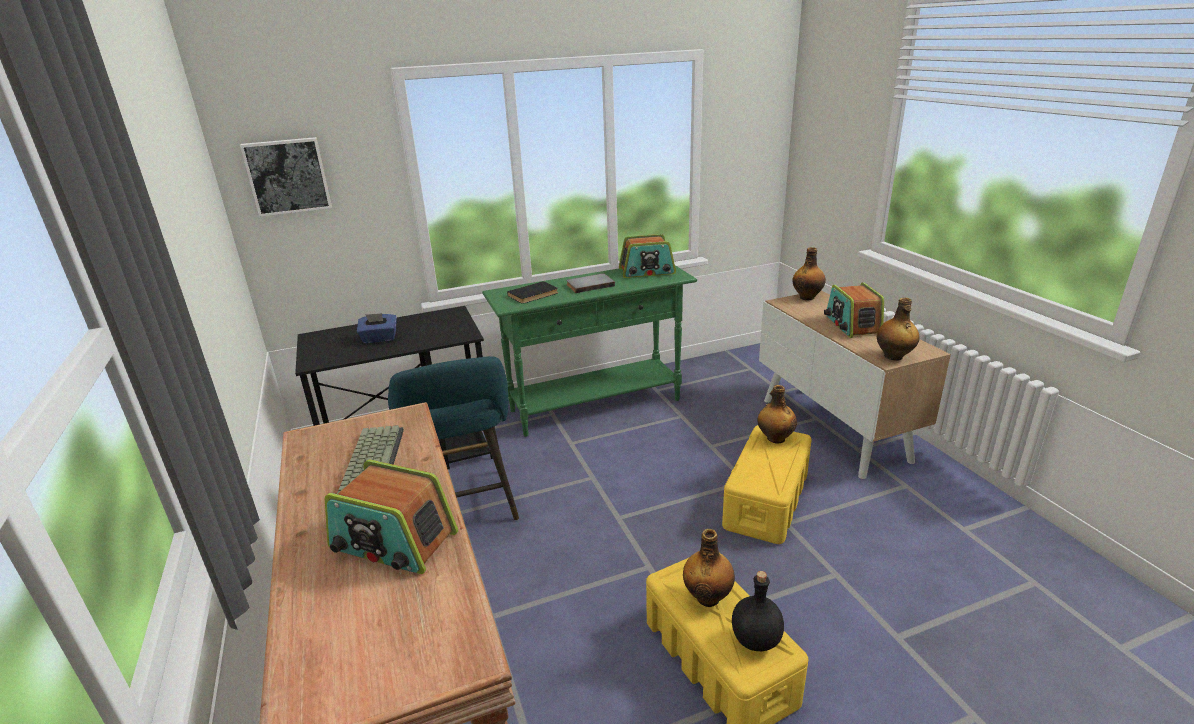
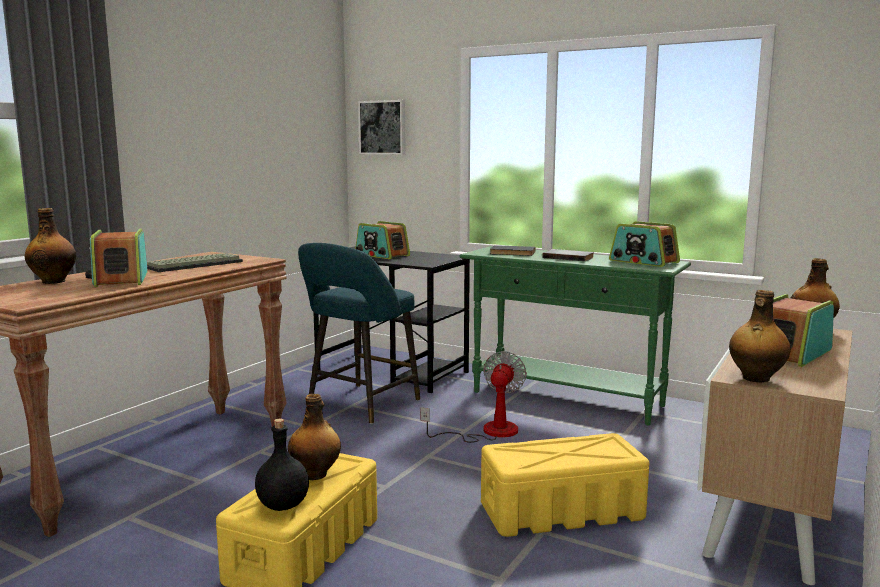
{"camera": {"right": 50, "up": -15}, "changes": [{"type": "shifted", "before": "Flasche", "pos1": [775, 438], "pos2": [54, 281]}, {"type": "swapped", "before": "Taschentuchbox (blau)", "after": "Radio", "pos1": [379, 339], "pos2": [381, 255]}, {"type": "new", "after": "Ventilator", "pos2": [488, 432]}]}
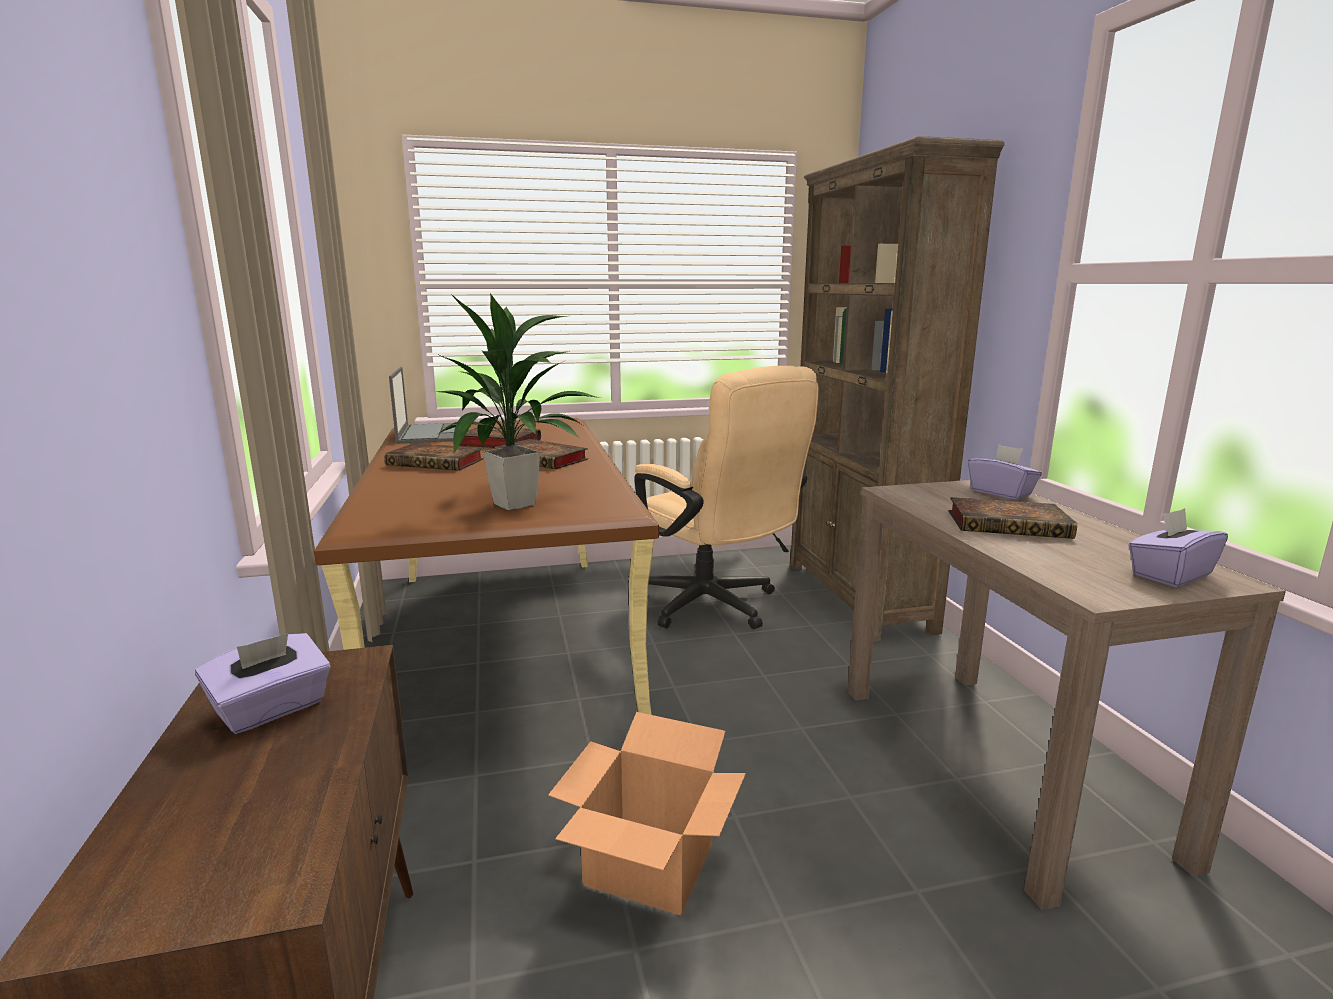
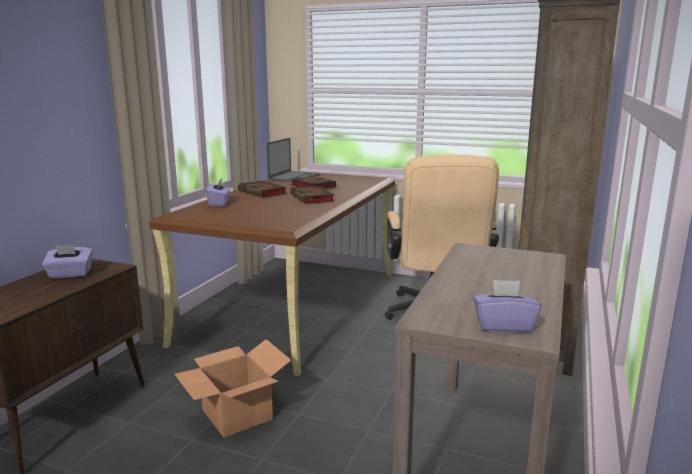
{"camera": {"right": 35, "up": 0}, "changes": [{"type": "shifted", "before": "Taschentuchbox (lila)", "pos1": [1001, 493], "pos2": [219, 203]}, {"type": "gone", "before": "Topfpflanze", "pos1": [517, 504]}, {"type": "gone", "before": "Buch", "pos1": [1010, 525]}]}
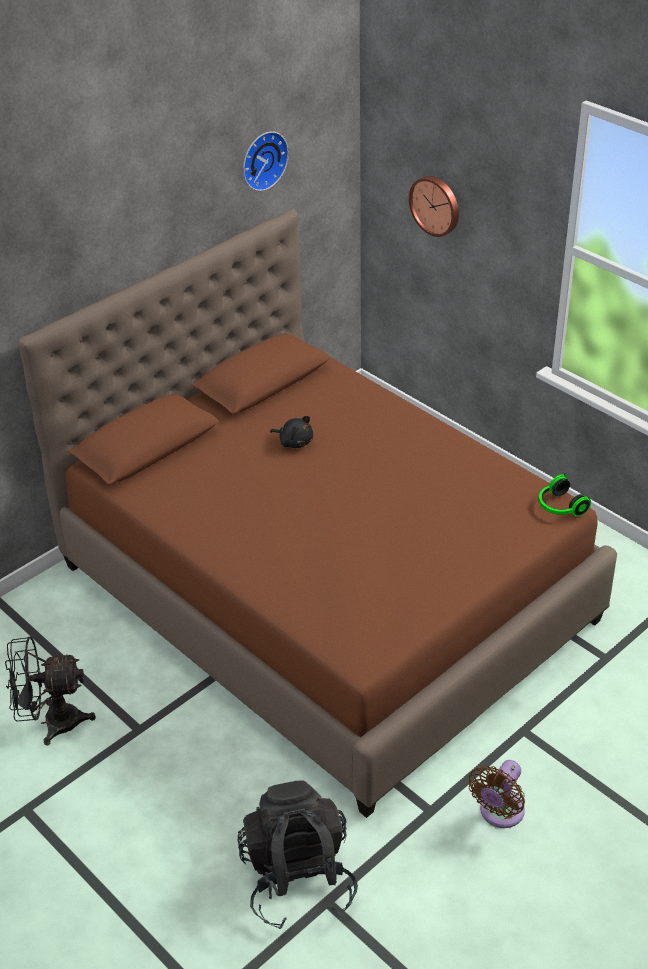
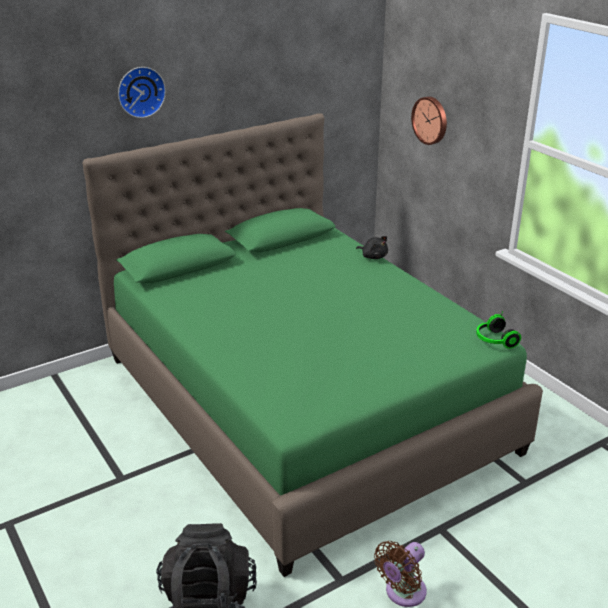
{"camera": {"right": 10, "up": -10}, "changes": [{"type": "repainted", "before": "Bett (braun)", "after": "Bett (grün)", "pos1": [326, 592], "pos2": [303, 403]}, {"type": "shifted", "before": "Wanduhr", "pos1": [262, 159], "pos2": [140, 91]}, {"type": "shifted", "before": "Plüschtier (schwarz)", "pos1": [294, 442], "pos2": [373, 256]}, {"type": "gone", "before": "Ventilator (schwarz)", "pos1": [52, 722]}]}
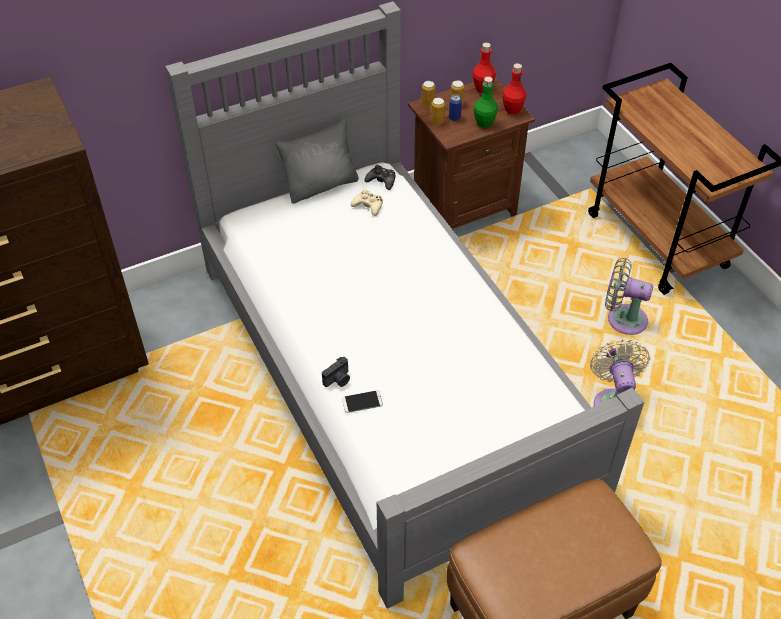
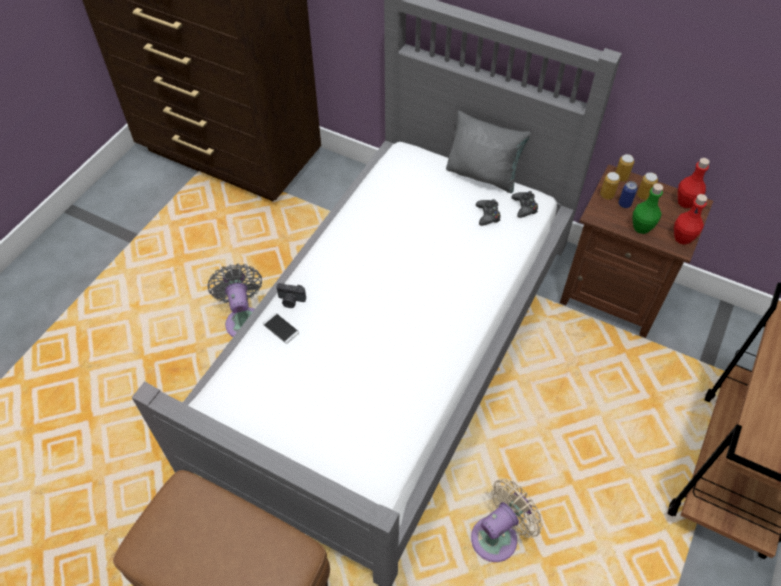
{"camera": {"right": 55, "up": 5}, "changes": [{"type": "shifted", "before": "Ventilator (grau)", "pos1": [622, 319], "pos2": [244, 320]}, {"type": "repainted", "before": "Gamepad (beige)", "after": "Gamepad (schwarz)", "pos1": [368, 206], "pos2": [488, 215]}]}
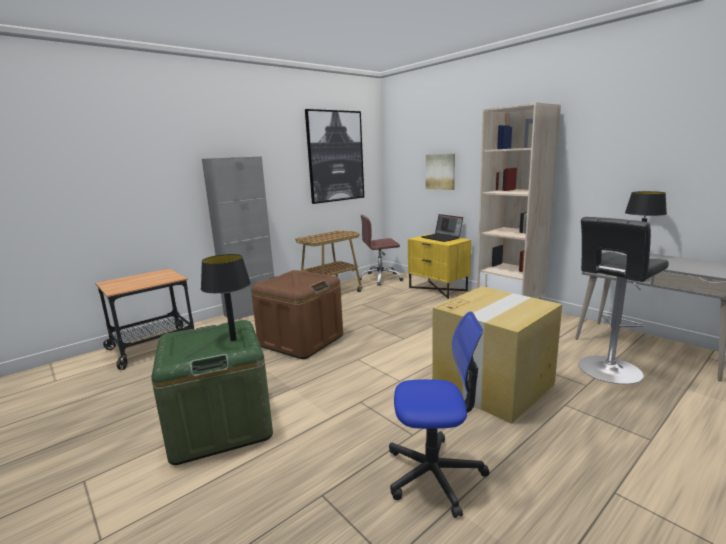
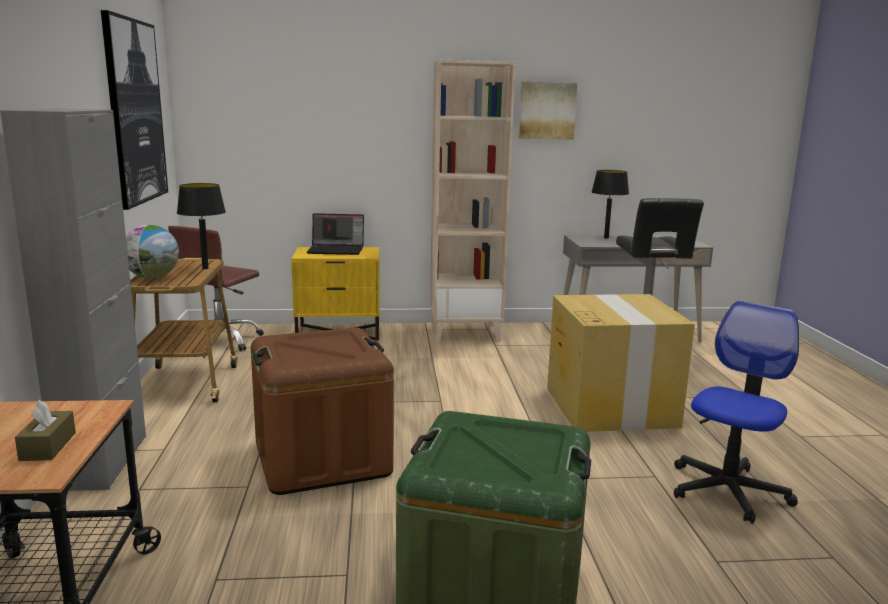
{"camera": {"right": -55, "up": 0}, "changes": [{"type": "new", "after": "Taschentuchbox (braun)", "pos2": [48, 446]}, {"type": "new", "after": "Globus", "pos2": [152, 277]}, {"type": "shifted", "before": "Tischlampe (schwarz)", "pos1": [233, 339], "pos2": [205, 268]}, {"type": "shifted", "before": "Bild", "pos1": [440, 171], "pos2": [547, 110]}]}
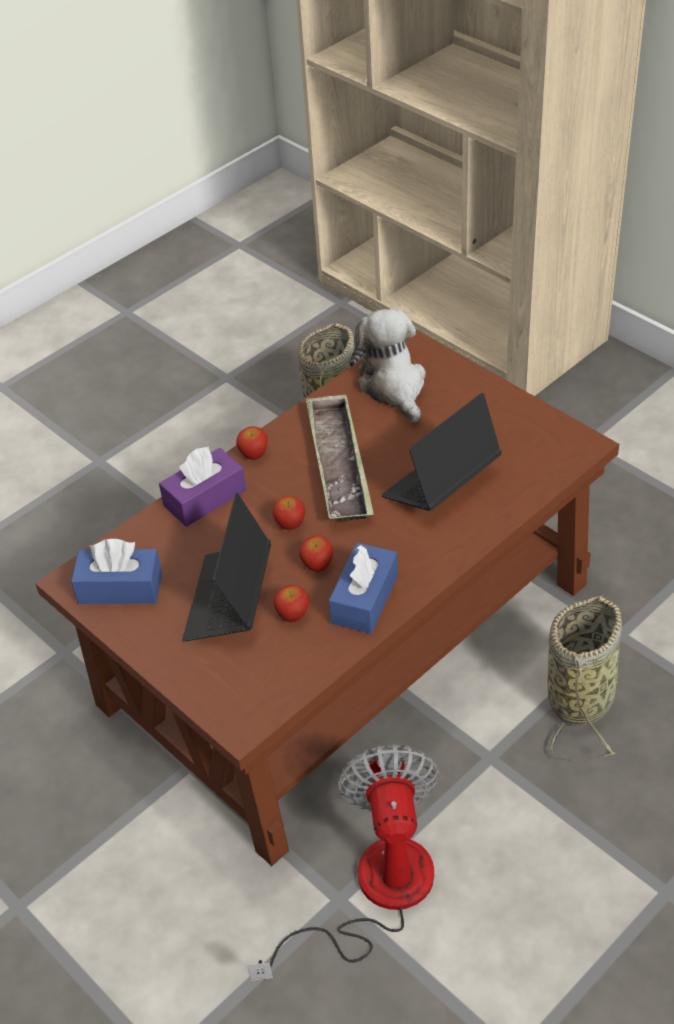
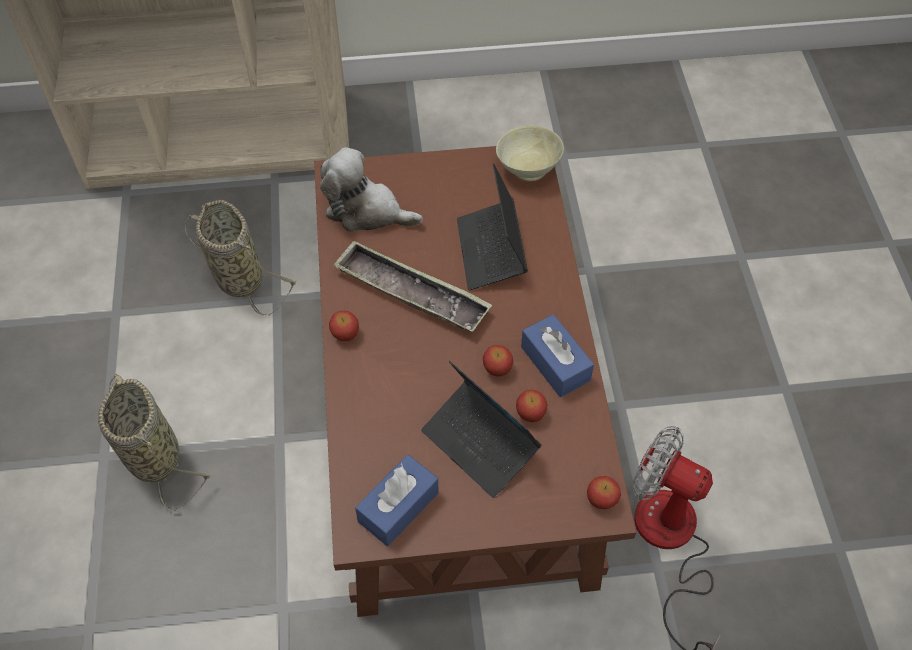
{"camera": {"right": -55, "up": 10}, "changes": [{"type": "shifted", "before": "Korb", "pos1": [581, 696], "pos2": [152, 454]}, {"type": "new", "after": "Schüssel (beige)", "pos2": [528, 168]}, {"type": "shifted", "before": "Apfel", "pos1": [290, 524], "pos2": [601, 500]}, {"type": "gone", "before": "Taschentuchbox (lila)", "pos1": [205, 498]}]}
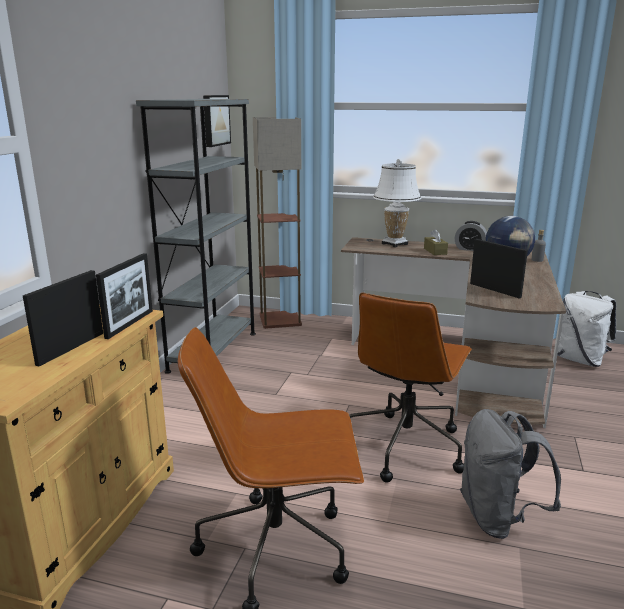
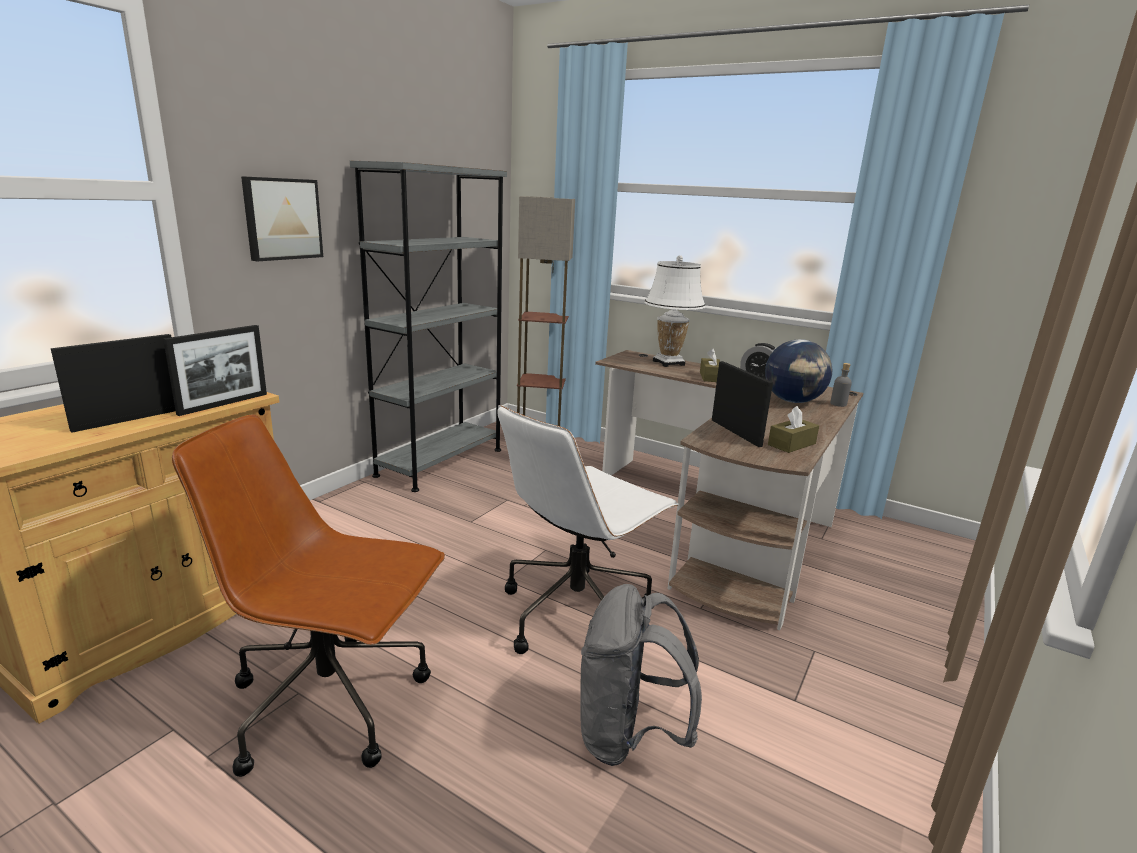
{"camera": {"right": 15, "up": 0}, "changes": [{"type": "shifted", "before": "Bild", "pos1": [215, 120], "pos2": [282, 219]}, {"type": "repainted", "before": "Bürostuhl (braun)", "after": "Bürostuhl (weiß)", "pos1": [405, 445], "pos2": [577, 613]}, {"type": "new", "after": "Taschentuchbox (braun)", "pos2": [791, 444]}, {"type": "gone", "before": "Rucksack (weiß)", "pos1": [580, 360]}]}
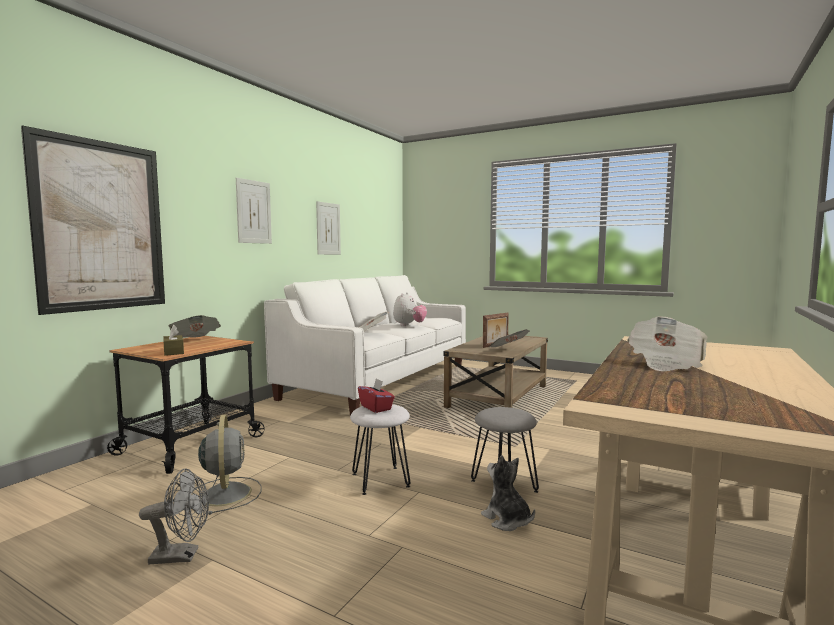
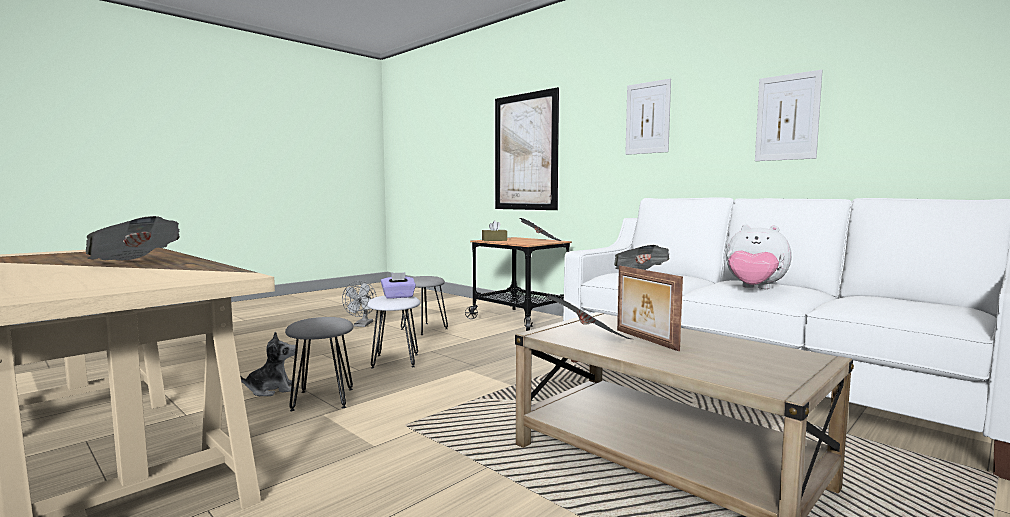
{"camera": {"right": 105, "up": 0}, "changes": [{"type": "repainted", "before": "Taschentuchbox (rot)", "after": "Taschentuchbox (lila)", "pos1": [376, 407], "pos2": [398, 296]}, {"type": "swapped", "before": "Ventilator (grau)", "after": "Hocker (grau)", "pos1": [226, 493], "pos2": [424, 329]}]}
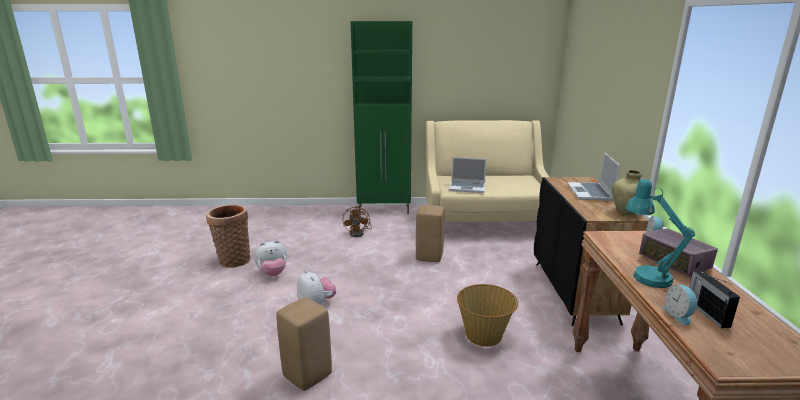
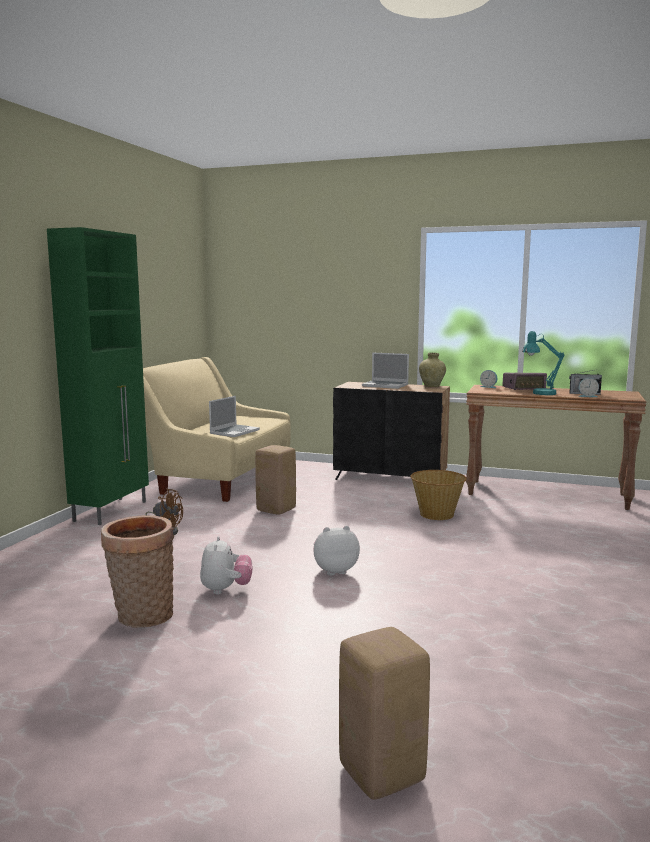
{"camera": {"right": -70, "up": -10}, "changes": [{"type": "shifted", "before": "Hocker (beige)", "pos1": [307, 375], "pos2": [380, 773]}]}
